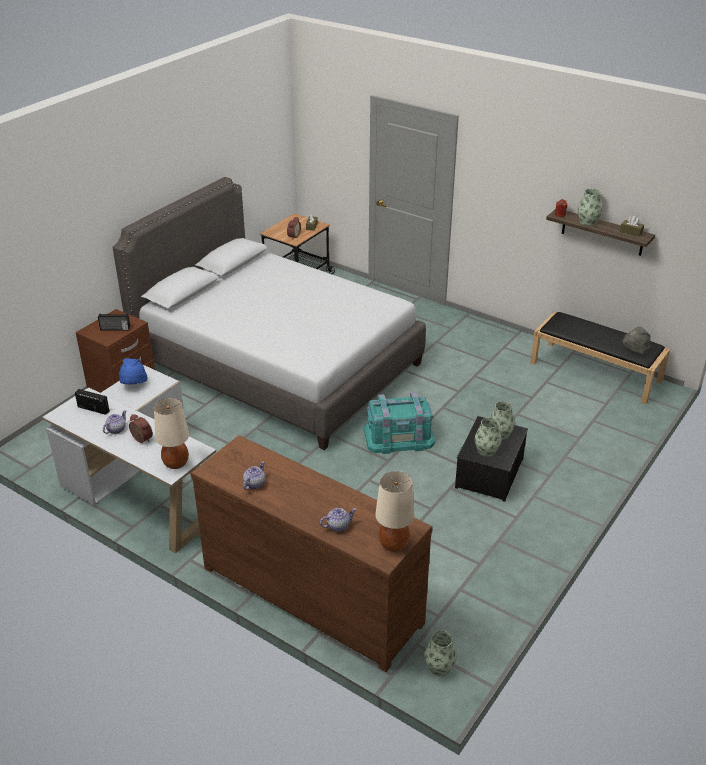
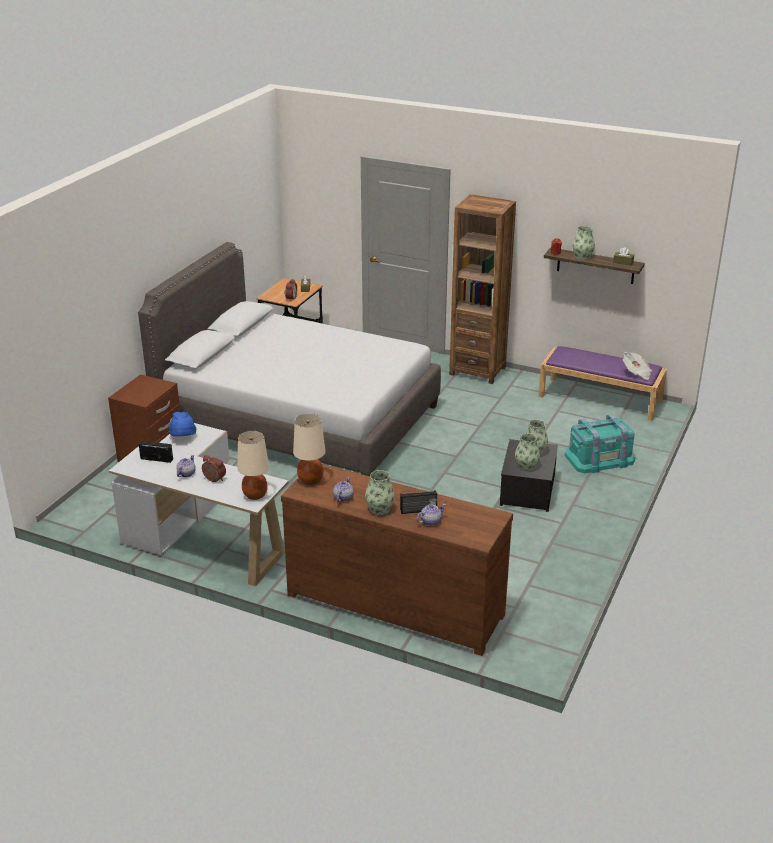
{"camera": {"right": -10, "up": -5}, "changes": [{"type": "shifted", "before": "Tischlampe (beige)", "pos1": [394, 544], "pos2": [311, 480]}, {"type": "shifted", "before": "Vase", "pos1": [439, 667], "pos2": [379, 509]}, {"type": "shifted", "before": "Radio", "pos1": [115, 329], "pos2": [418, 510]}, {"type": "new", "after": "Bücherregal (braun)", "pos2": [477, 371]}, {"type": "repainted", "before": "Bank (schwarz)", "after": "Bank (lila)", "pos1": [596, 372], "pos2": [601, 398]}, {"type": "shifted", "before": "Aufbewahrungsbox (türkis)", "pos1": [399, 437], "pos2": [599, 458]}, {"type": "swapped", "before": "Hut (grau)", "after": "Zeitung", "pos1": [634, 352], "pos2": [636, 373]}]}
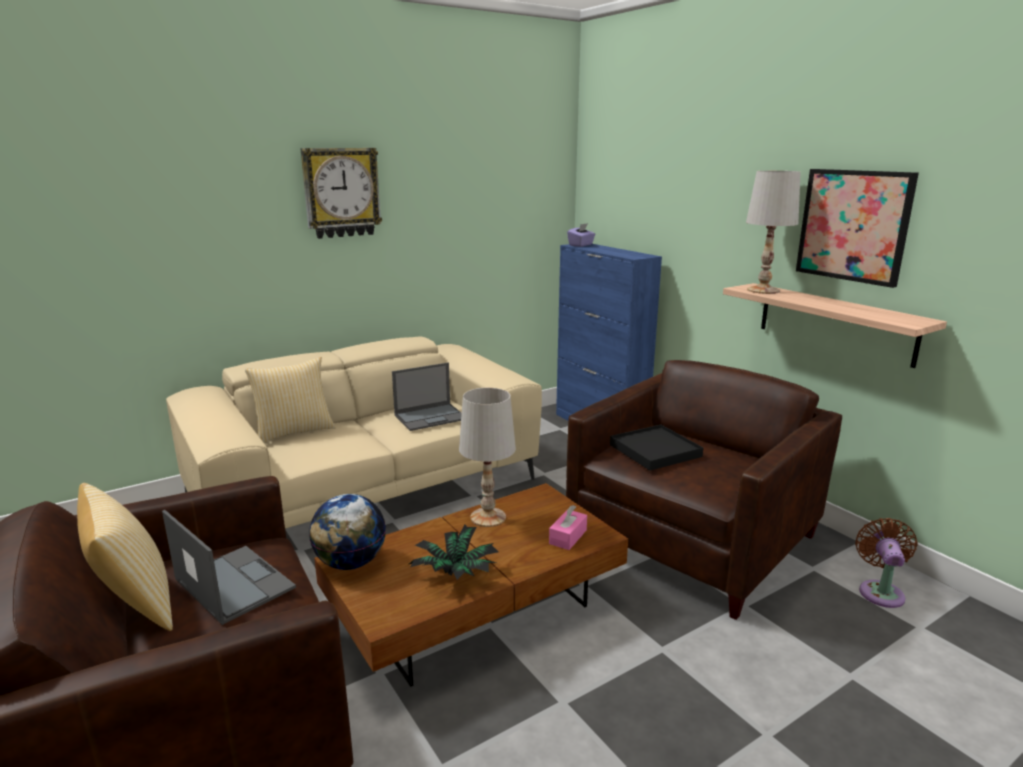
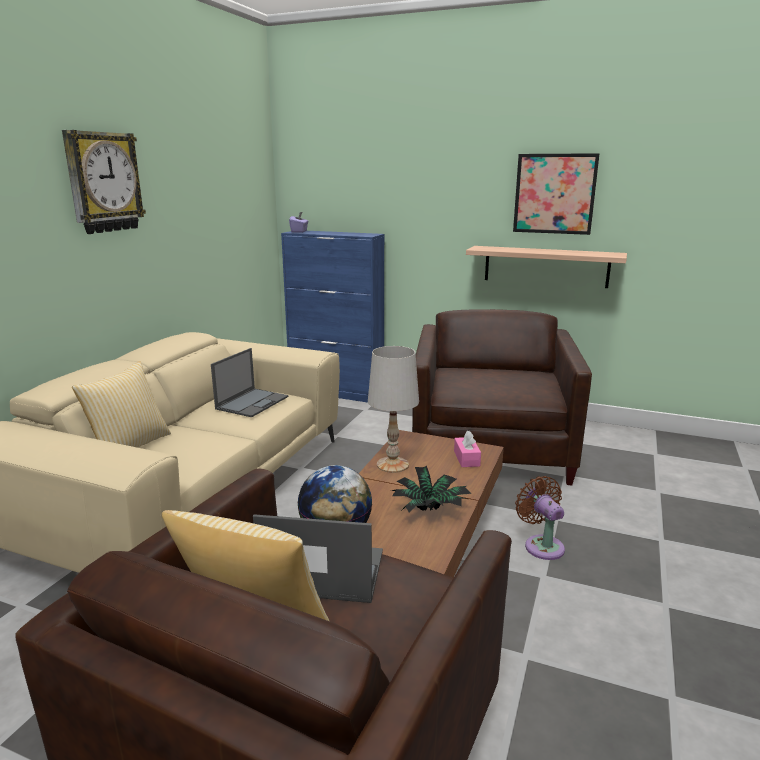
{"camera": {"right": -35, "up": 0}, "changes": [{"type": "shifted", "before": "Ventilator (braun)", "pos1": [880, 591], "pos2": [542, 545]}, {"type": "gone", "before": "Tablett (schwarz)", "pos1": [655, 450]}, {"type": "gone", "before": "Tischlampe (weiß)", "pos1": [763, 290]}]}
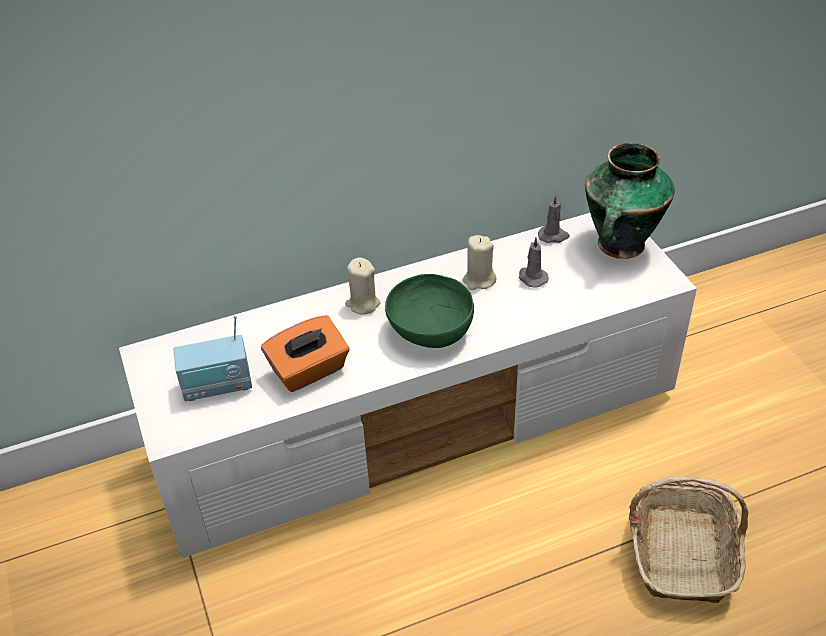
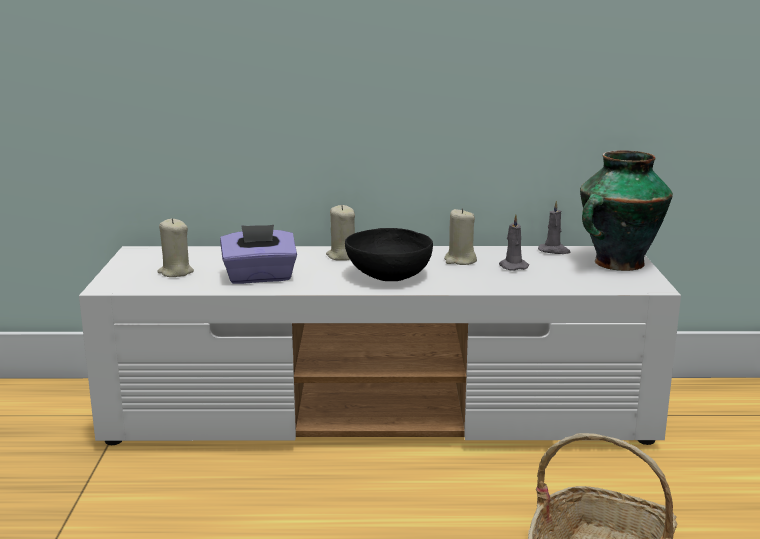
{"camera": {"right": 20, "up": -25}, "changes": [{"type": "swapped", "before": "Radio", "after": "Kerze (beige)", "pos1": [217, 386], "pos2": [175, 272]}, {"type": "repainted", "before": "Taschentuchbox (orange)", "after": "Taschentuchbox (lila)", "pos1": [309, 371], "pos2": [259, 277]}, {"type": "repainted", "before": "Schüssel (grün)", "after": "Schüssel (schwarz)", "pos1": [429, 330], "pos2": [388, 276]}]}
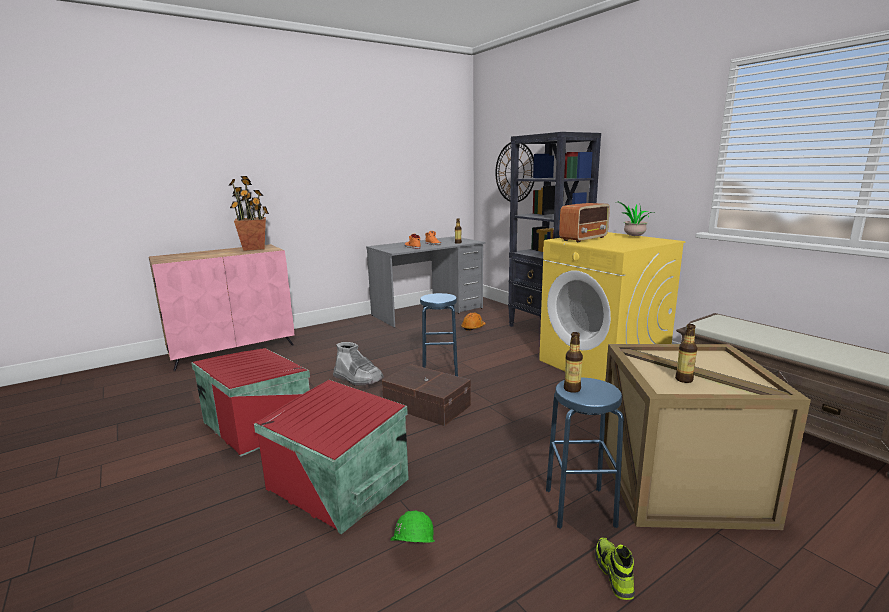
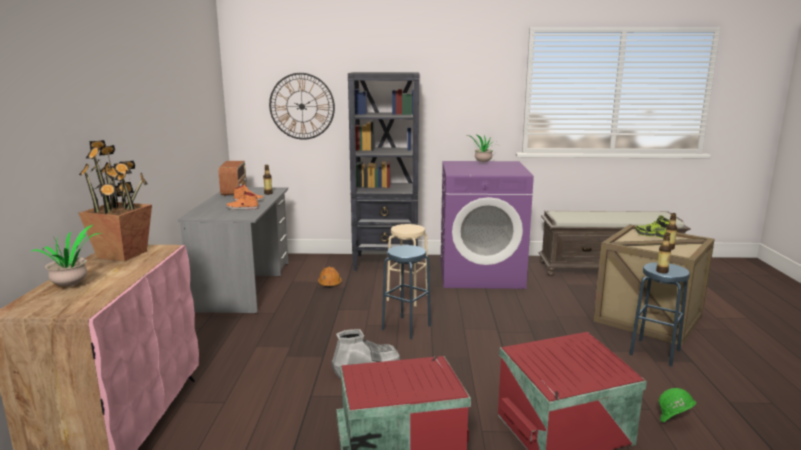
{"camera": {"right": -55, "up": 0}, "changes": [{"type": "new", "after": "Topfpflanze", "pos2": [73, 286]}, {"type": "shifted", "before": "Radio", "pos1": [584, 239], "pos2": [234, 192]}, {"type": "new", "after": "Hocker (beige)", "pos2": [407, 297]}, {"type": "repainted", "before": "Waschmaschine (gelb)", "after": "Waschmaschine (lila)", "pos1": [603, 365], "pos2": [481, 274]}, {"type": "shifted", "before": "Schuh", "pos1": [613, 573], "pos2": [653, 235]}, {"type": "gone", "before": "Aufbewahrungsbox (braun)", "pos1": [427, 404]}]}
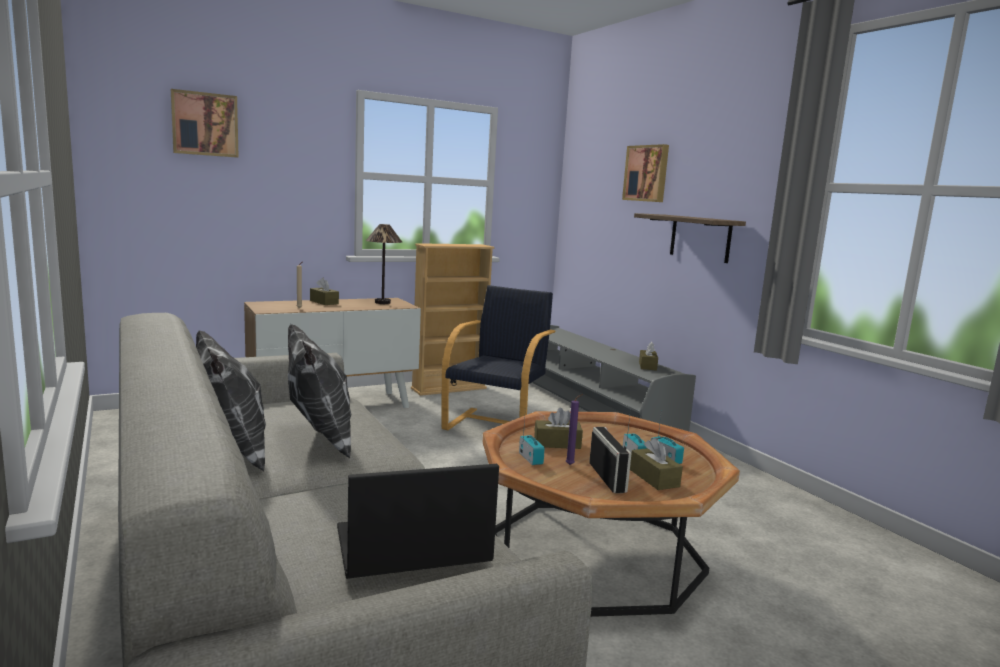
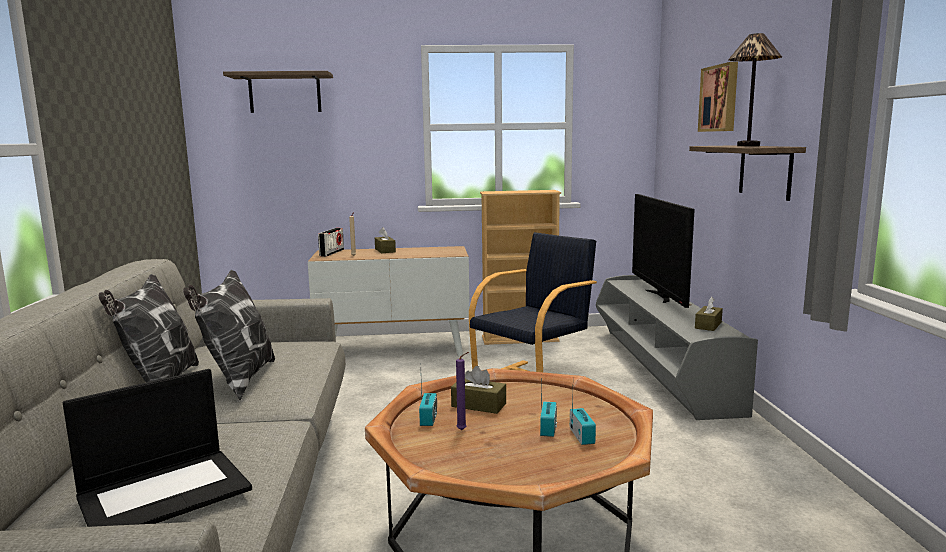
{"camera": {"right": 25, "up": 0}, "changes": [{"type": "rotated", "before": "Laptop", "pos1": [411, 546], "pos2": [166, 492], "turn": 135}, {"type": "swapped", "before": "Bild", "after": "Wandregal", "pos1": [205, 124], "pos2": [285, 93]}, {"type": "shifted", "before": "Radio", "pos1": [607, 477], "pos2": [332, 253]}, {"type": "new", "after": "Fernseher", "pos2": [660, 296]}, {"type": "shifted", "before": "Tischlampe", "pos1": [383, 302], "pos2": [749, 146]}, {"type": "gone", "before": "Taschentuchbox (braun)", "pos1": [654, 478]}]}
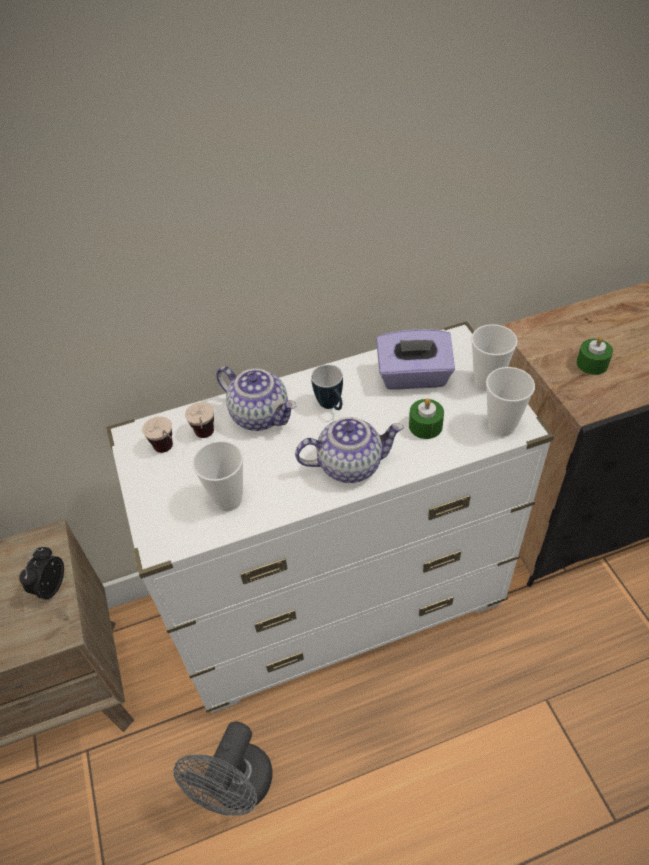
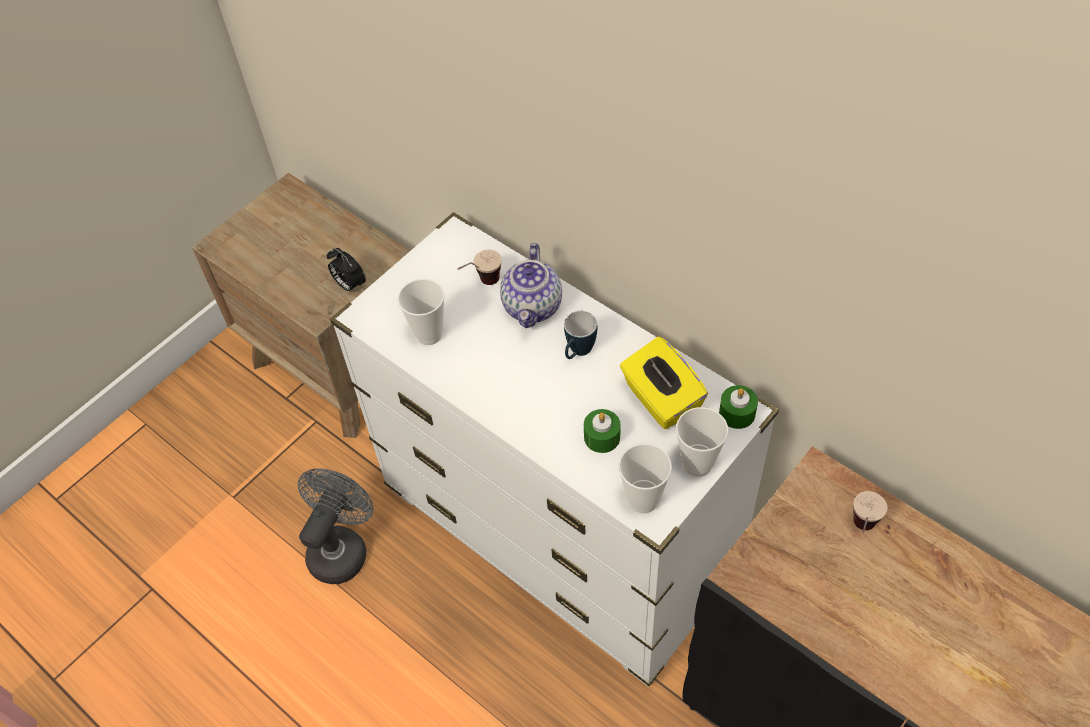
{"camera": {"right": 60, "up": 5}, "changes": [{"type": "rotated", "before": "Ventilator (grau)", "pos1": [237, 789], "pos2": [341, 548], "turn": 120}, {"type": "rotated", "before": "Wecker", "pos1": [51, 587], "pos2": [349, 285], "turn": -120}, {"type": "repainted", "before": "Taschentuchbox (lila)", "after": "Taschentuchbox (gelb)", "pos1": [414, 377], "pos2": [661, 399]}, {"type": "shifted", "before": "Kerze (grün)", "pos1": [592, 364], "pos2": [737, 413]}, {"type": "shifted", "before": "Tasse", "pos1": [169, 453], "pos2": [860, 532]}, {"type": "gone", "before": "Teekanne", "pos1": [350, 464]}]}
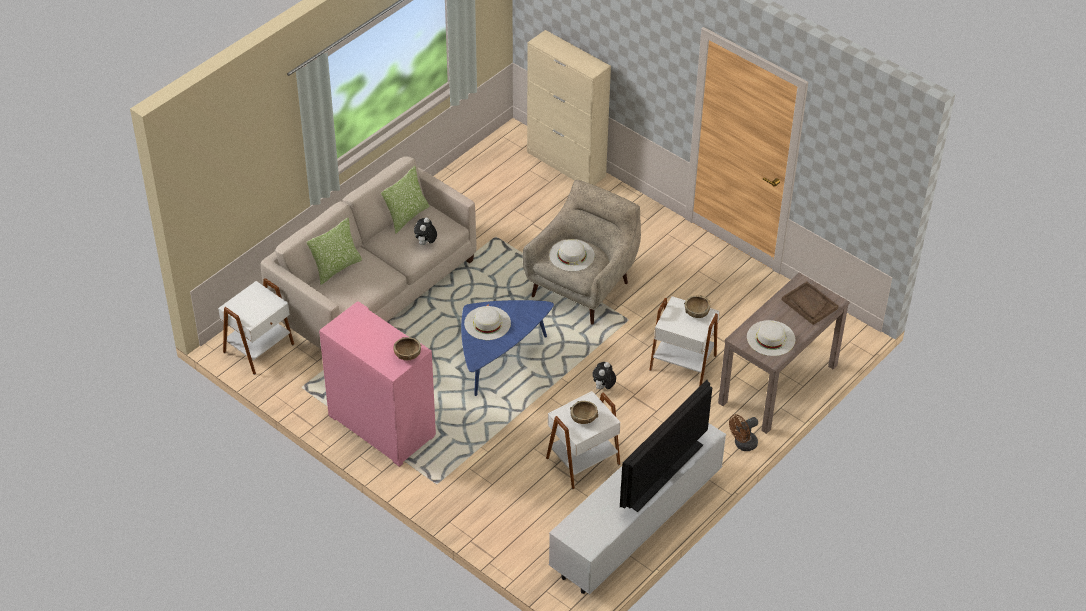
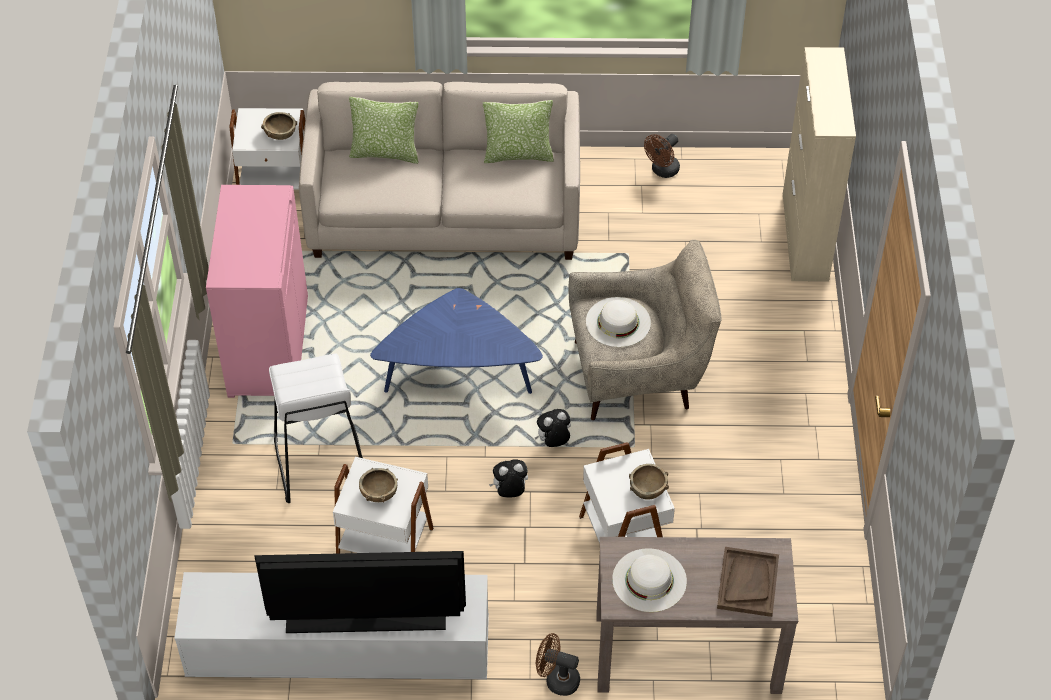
{"camera": {"right": 50, "up": 5}, "changes": [{"type": "shifted", "before": "Schüssel (braun)", "pos1": [407, 355], "pos2": [280, 133]}, {"type": "new", "after": "Hocker (weiß)", "pos2": [320, 463]}, {"type": "shifted", "before": "Plüschtier", "pos1": [426, 244], "pos2": [553, 442]}, {"type": "new", "after": "Ventilator (braun)", "pos2": [662, 171]}, {"type": "gone", "before": "Hut (weiß)", "pos1": [487, 323]}]}
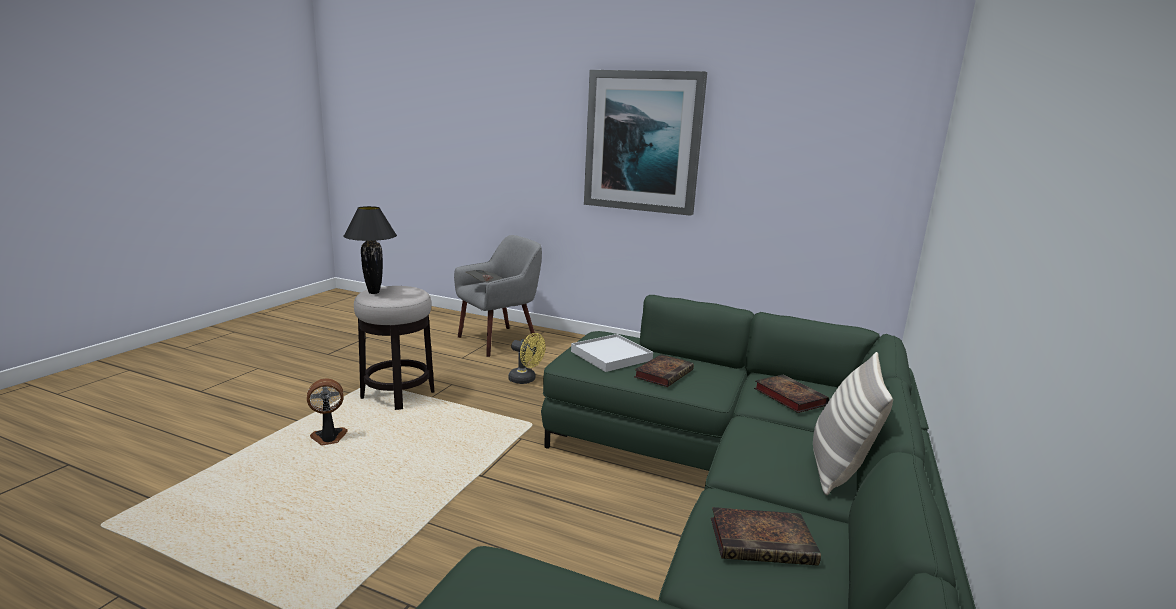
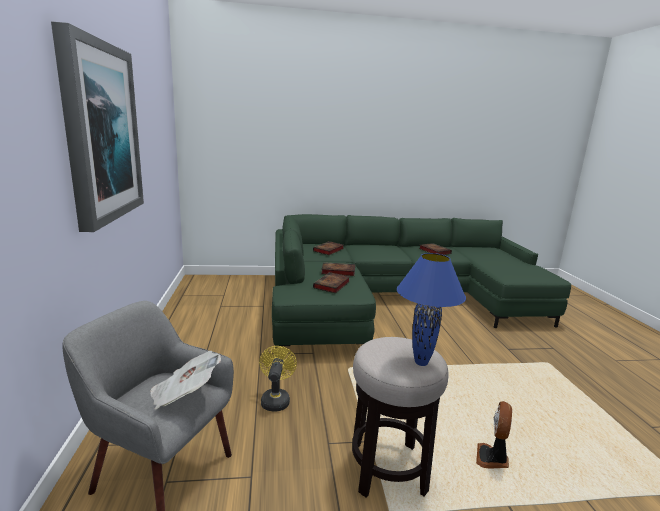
{"camera": {"right": -120, "up": 0}, "changes": [{"type": "swapped", "before": "Tablett (weiß)", "after": "Buch", "pos1": [611, 356], "pos2": [331, 285]}, {"type": "repainted", "before": "Tischlampe (schwarz)", "after": "Tischlampe (blau)", "pos1": [374, 292], "pos2": [420, 363]}, {"type": "rotated", "before": "Ventilator", "pos1": [329, 438], "pos2": [492, 459], "turn": 75}, {"type": "gone", "before": "Kissen", "pos1": [837, 468]}]}
